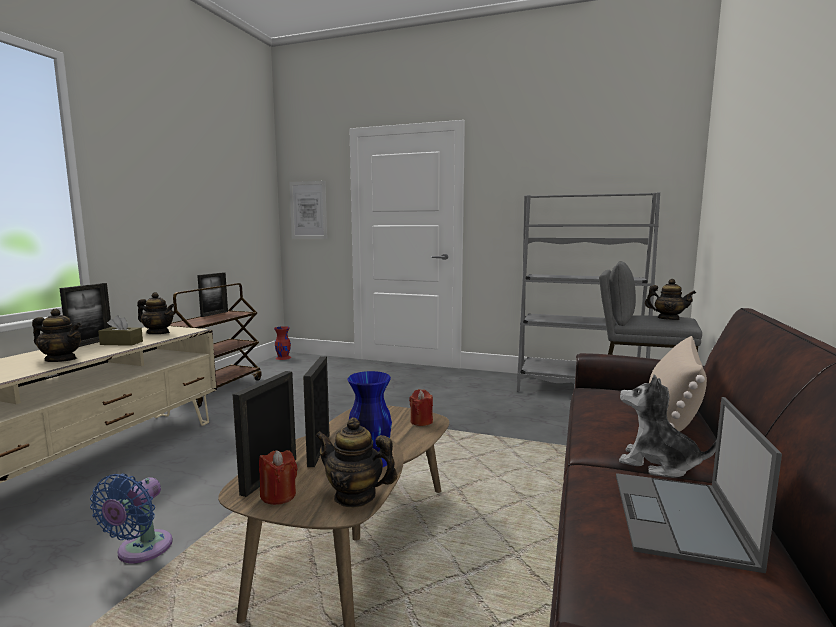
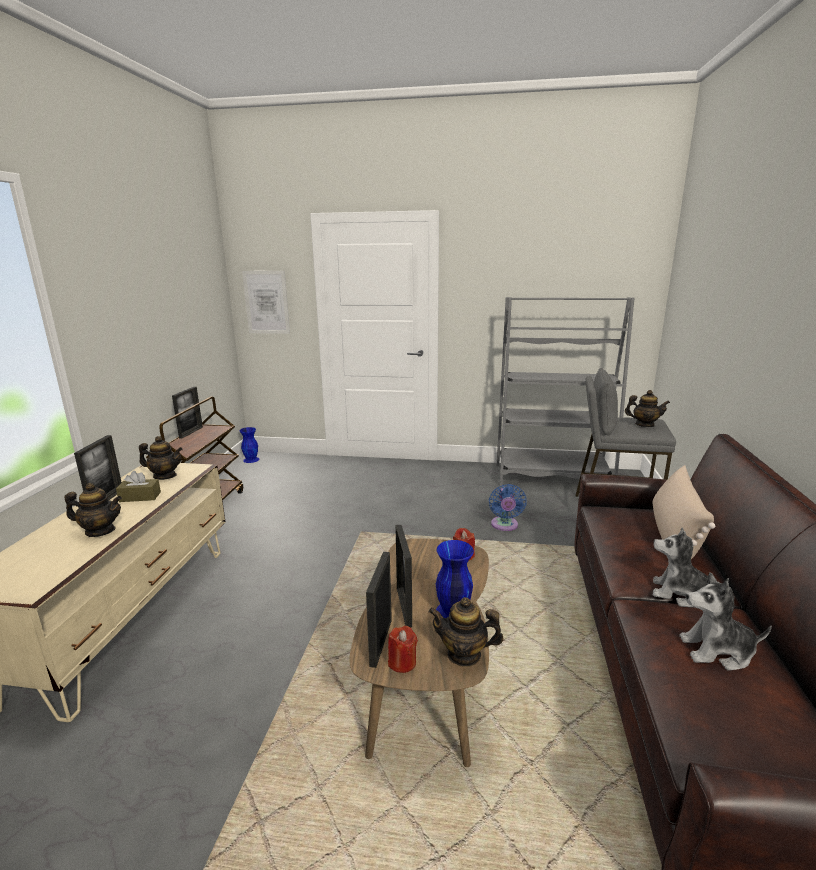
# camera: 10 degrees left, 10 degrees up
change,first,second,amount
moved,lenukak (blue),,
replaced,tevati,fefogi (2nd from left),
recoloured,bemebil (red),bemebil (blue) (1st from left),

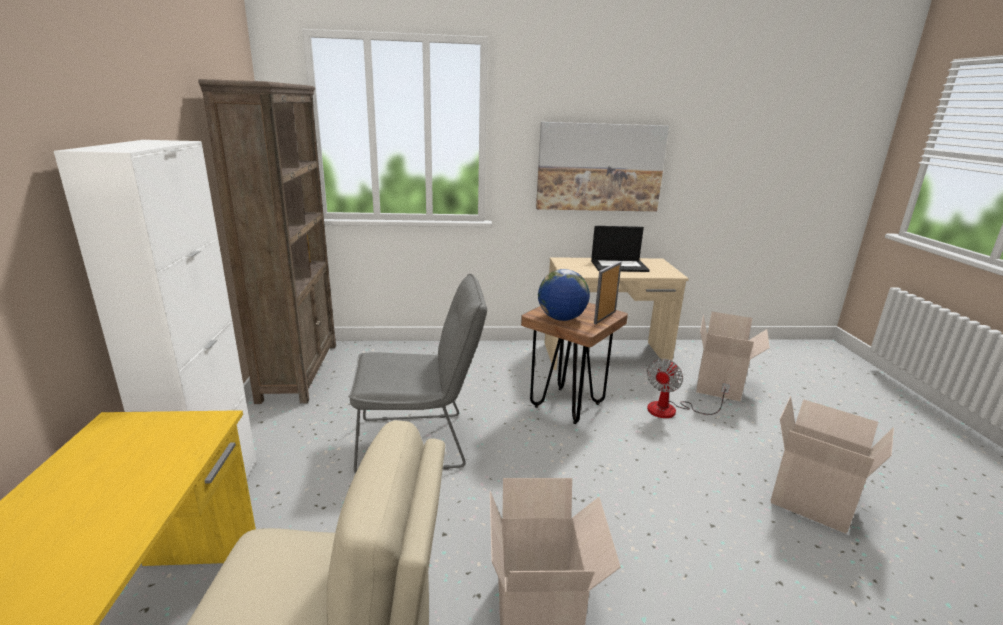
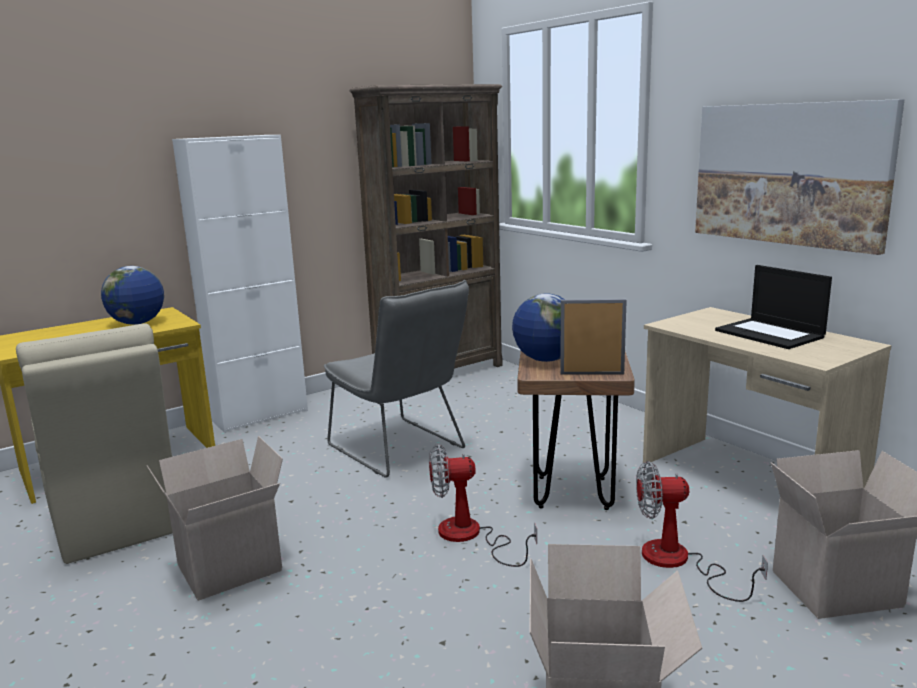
# camera: 60 degrees right, 5 degrees down
change,first,second,amount
added,,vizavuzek (1st from left),
added,,lenukak (1st from left),

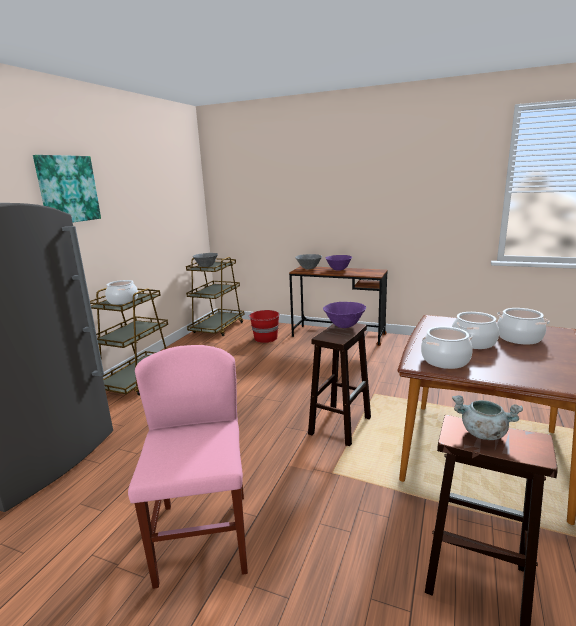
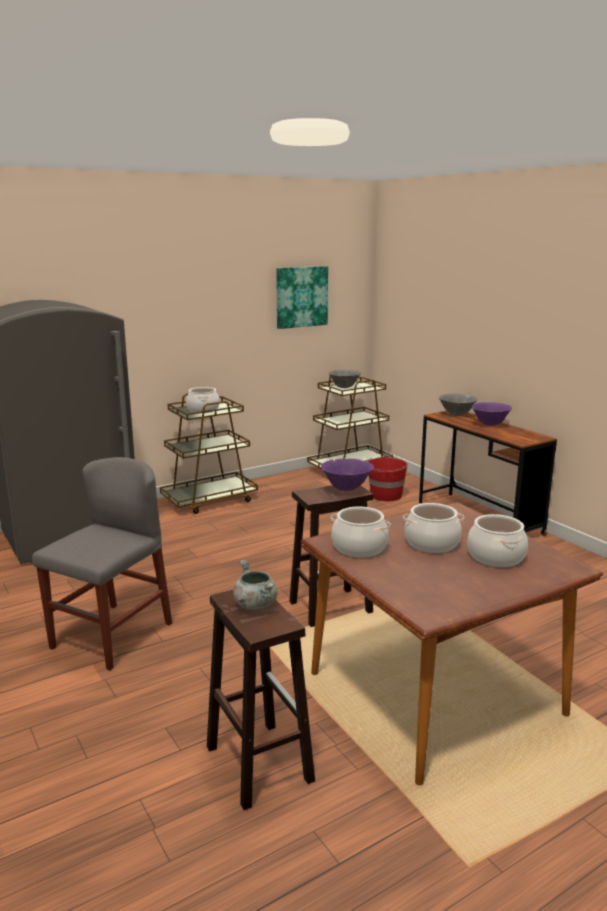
# camera: 35 degrees right, 0 degrees up
change,first,second,amount
moved,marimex,,
recoloured,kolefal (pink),kolefal (grey),

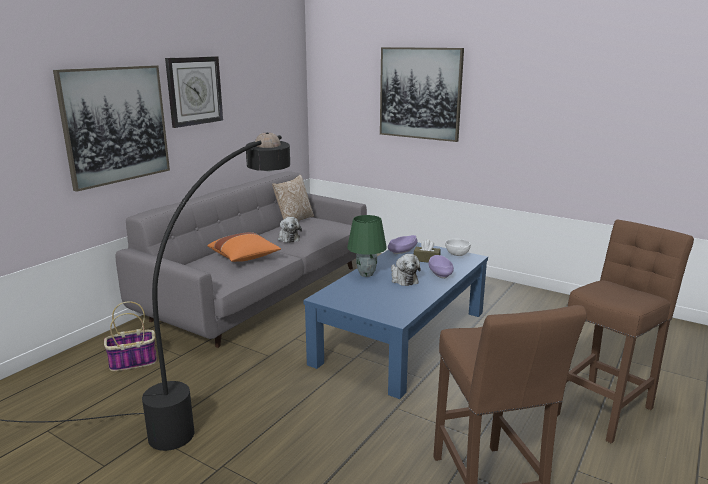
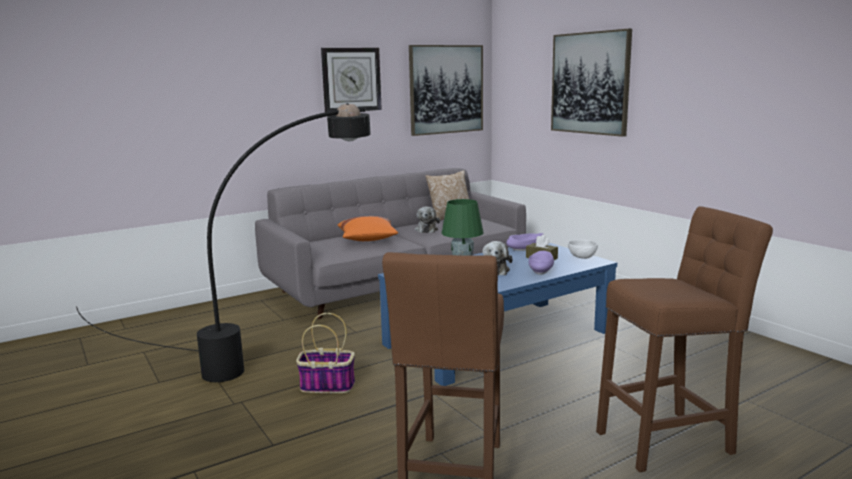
# camera: 25 degrees right, 5 degrees down
change,first,second,amount
moved,marimex (1st from left),,
moved,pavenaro,,

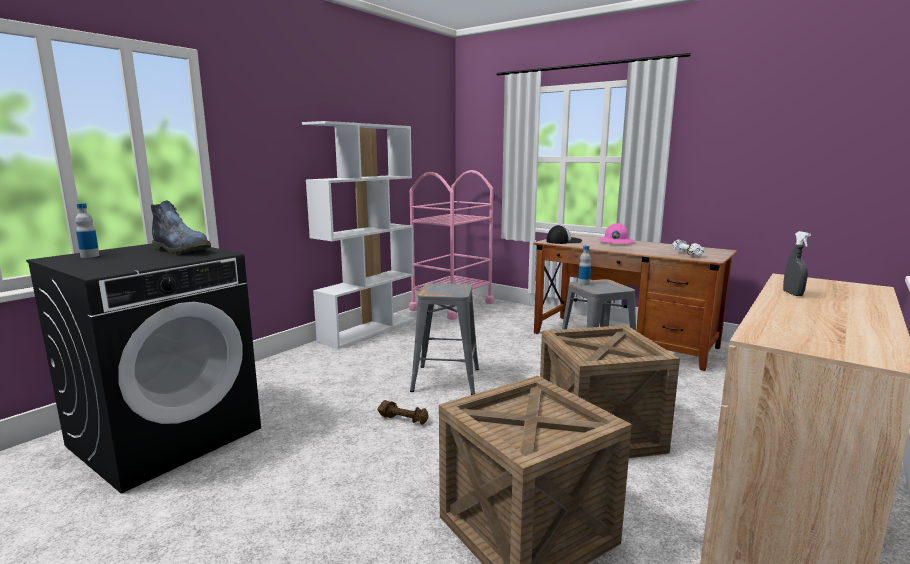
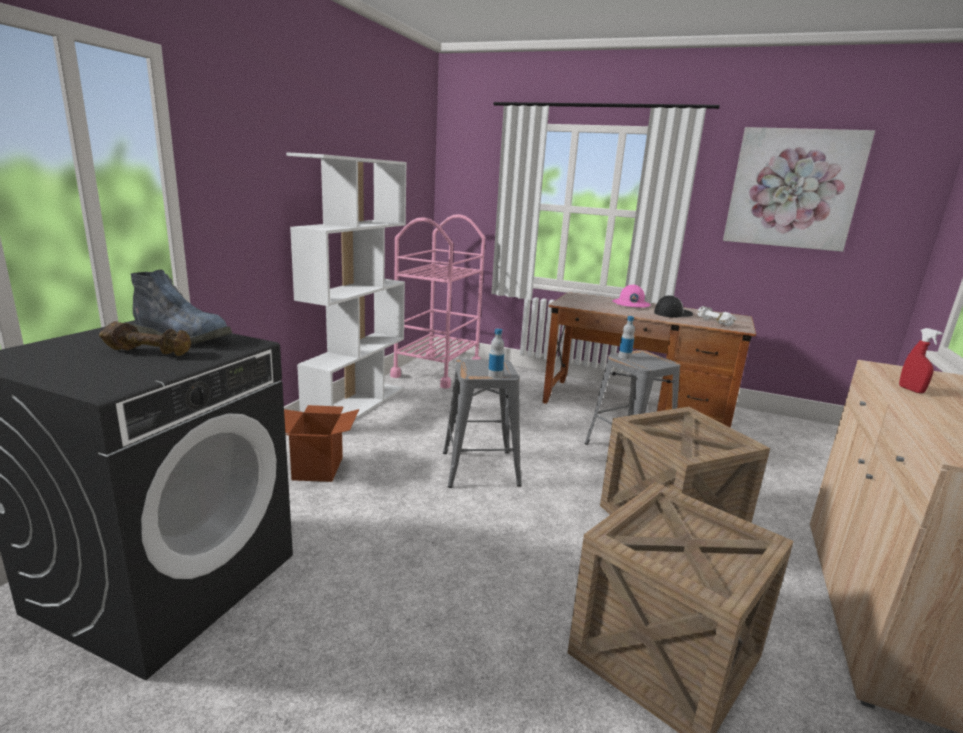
# camera: 15 degrees left, 5 degrees up
change,first,second,amount
added,,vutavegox,
added,,marimex,
moved,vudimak (1st from left),,
moved,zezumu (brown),,
moved,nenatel,,
recoloured,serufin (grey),serufin (red),

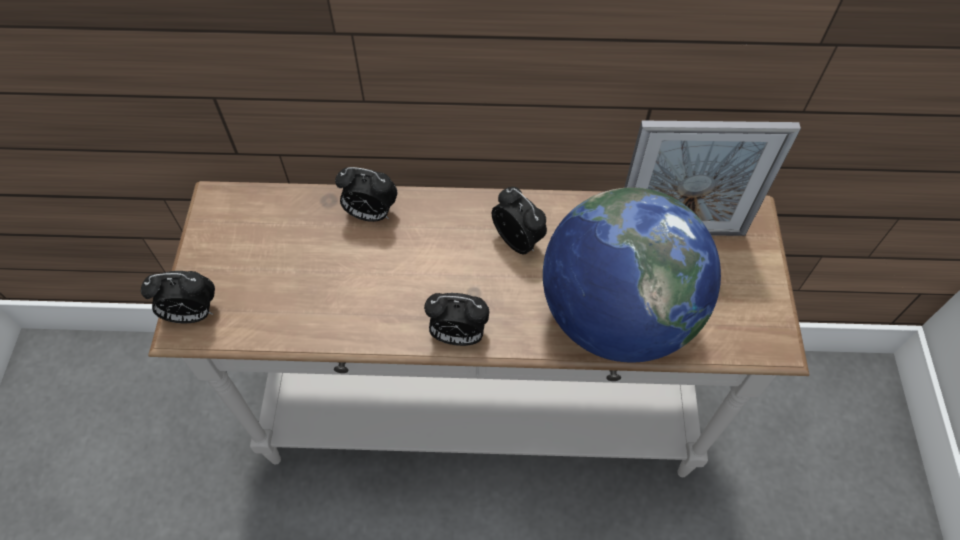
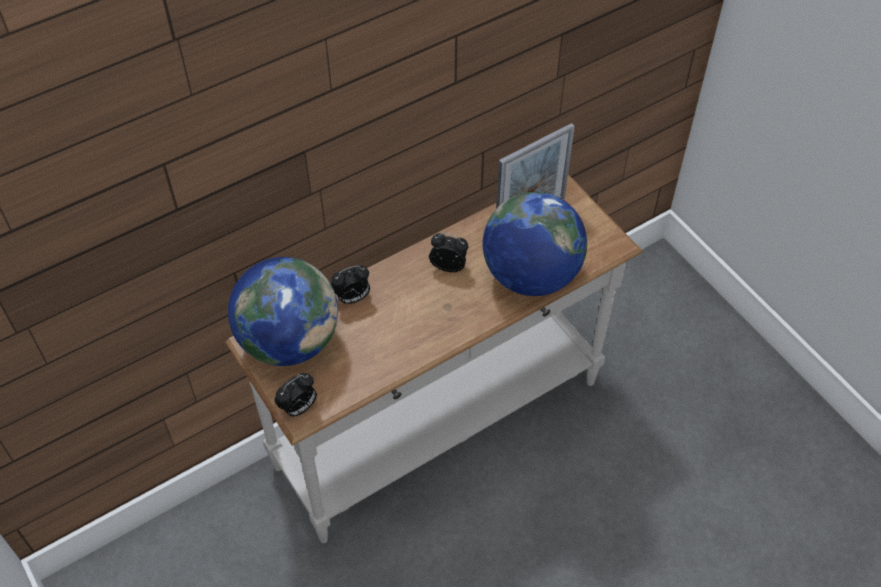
# camera: 35 degrees left, 5 degrees down
change,first,second,amount
removed,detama (3rd from left),,
added,,vizavuzek (1st from left),

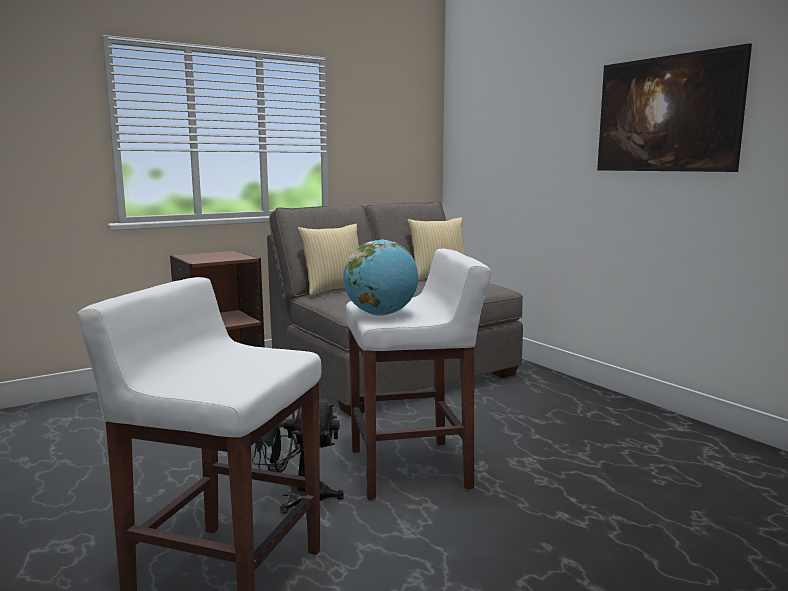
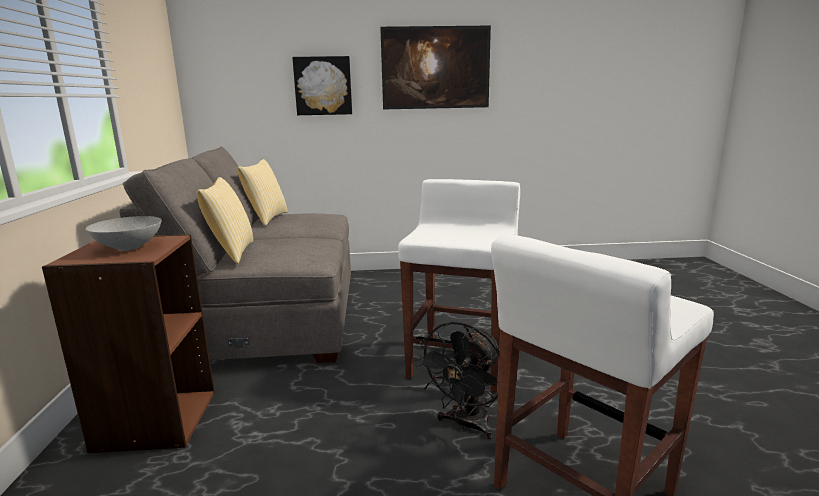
# camera: 60 degrees left, 5 degrees up
change,first,second,amount
removed,vizavuzek,,
added,,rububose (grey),
added,,marimex (1st from left),

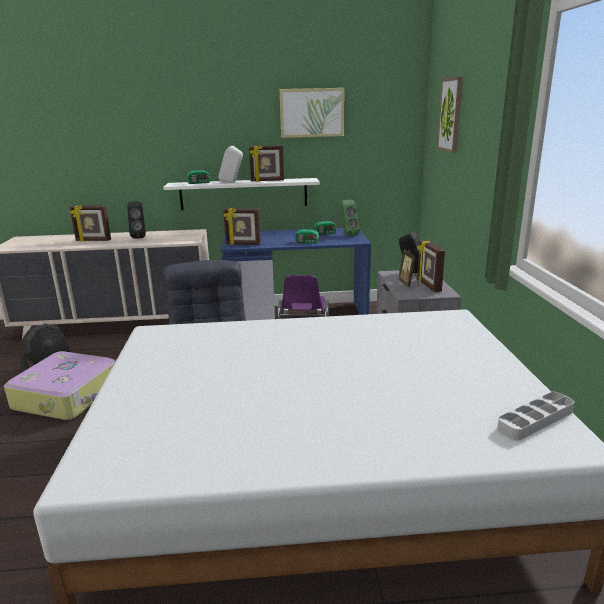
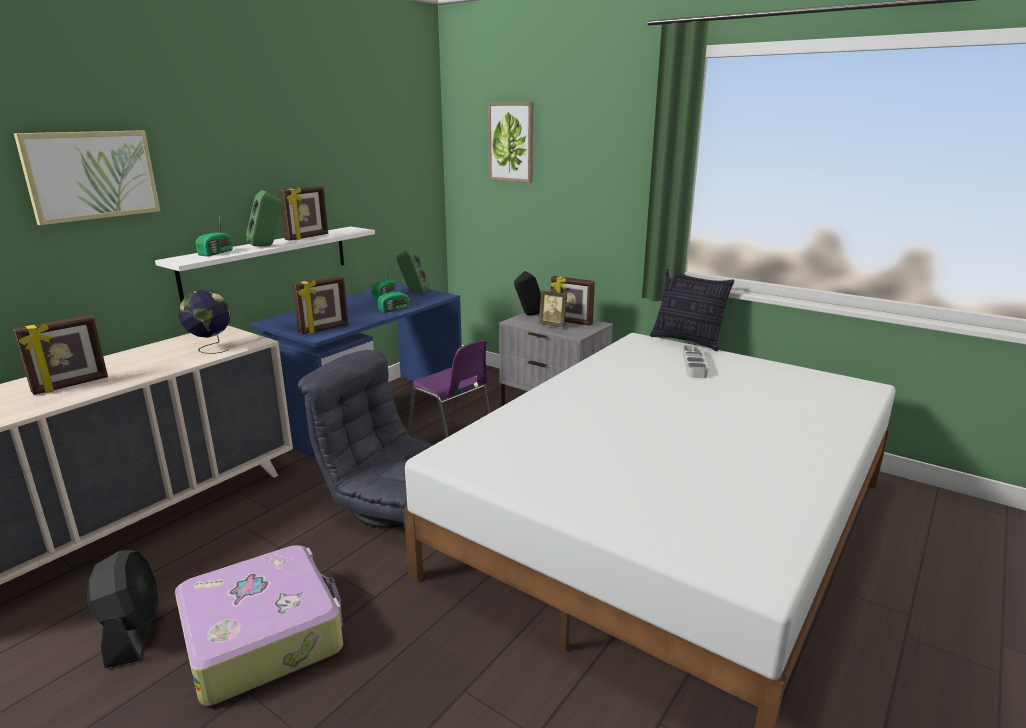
# camera: 50 degrees left, 0 degrees up
change,first,second,amount
removed,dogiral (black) (1st from left),,
added,,vizavuzek,
added,,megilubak,
moved,marimex (1st from left),,
moved,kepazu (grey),,
recoloured,dogiral (white),dogiral (green) (1st from left),

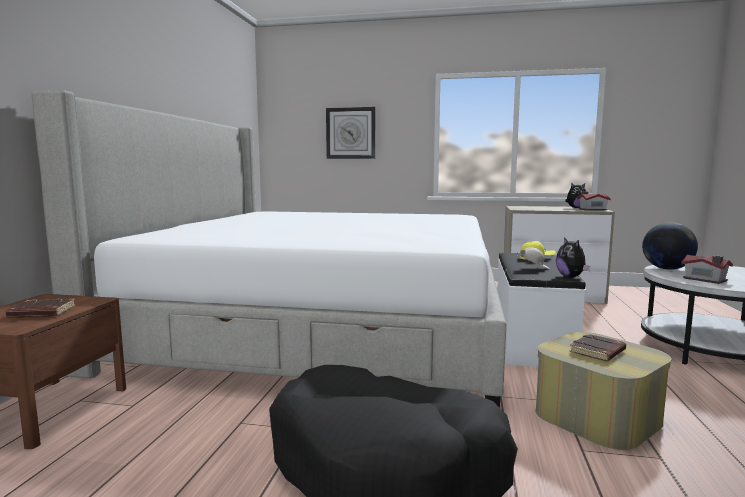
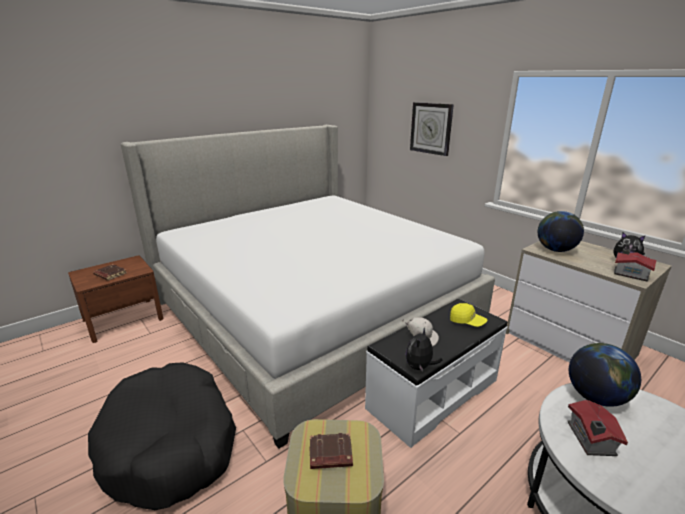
# camera: 40 degrees right, 15 degrees up
change,first,second,amount
added,,vizavuzek (1st from left),

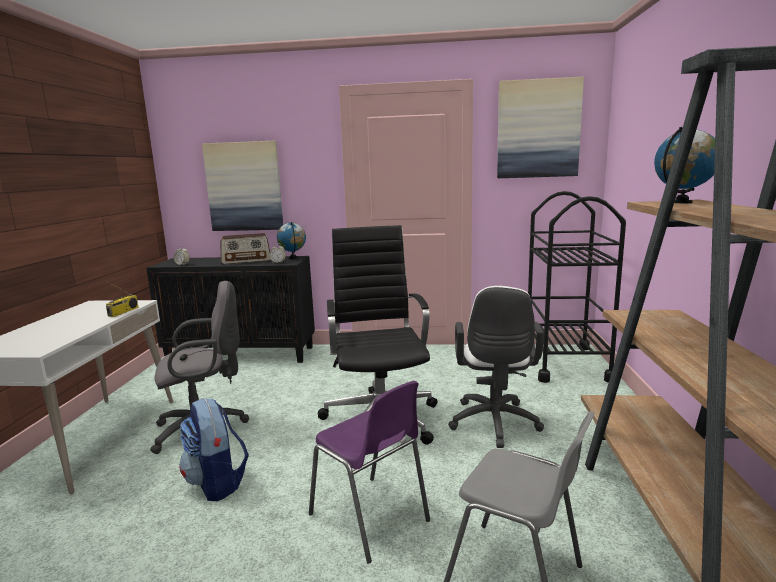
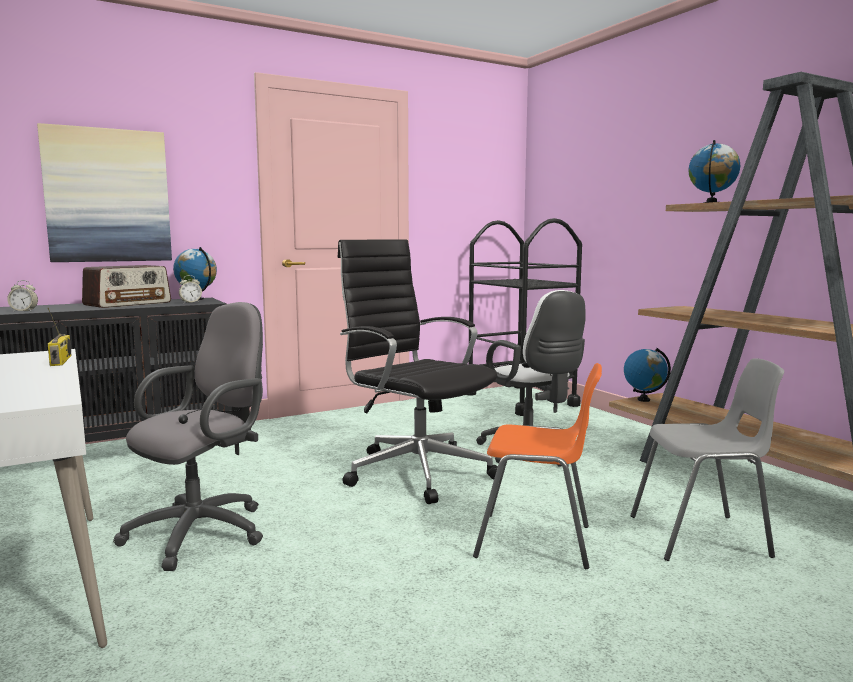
# camera: 35 degrees left, 5 degrees down
change,first,second,amount
removed,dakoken,,
removed,marimex (2nd from left),,
added,,vizavuzek (2nd from left),
recoloured,kolefal (purple),kolefal (orange),

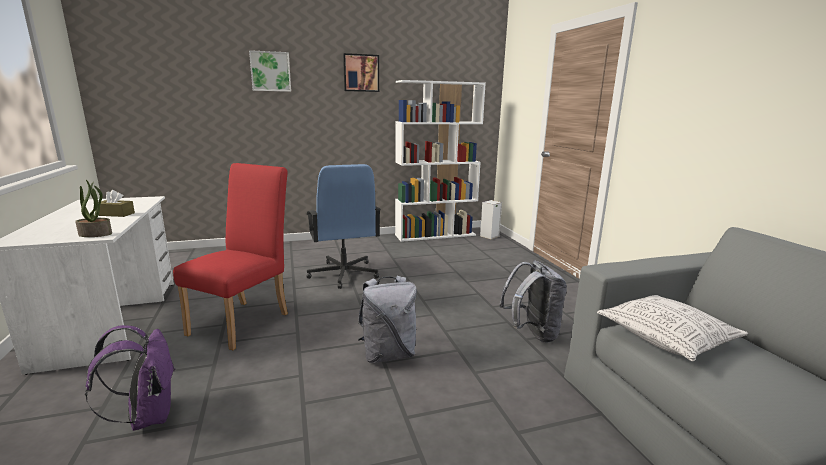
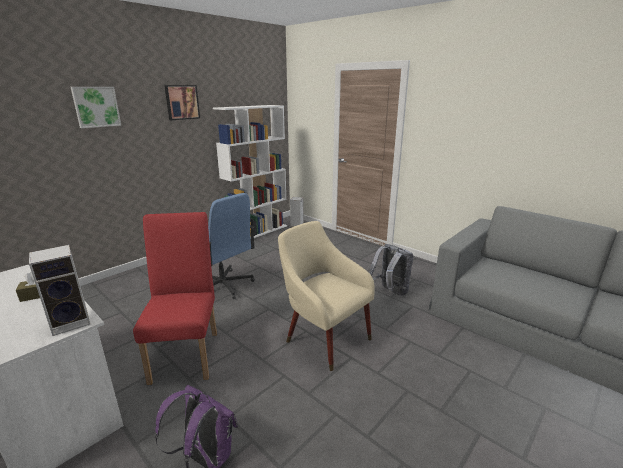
# camera: 30 degrees left, 5 degrees up
change,first,second,amount
removed,megilubak,,
replaced,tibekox,dogiral (1st from left),
replaced,dakoken (grey) (1st from left),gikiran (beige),

